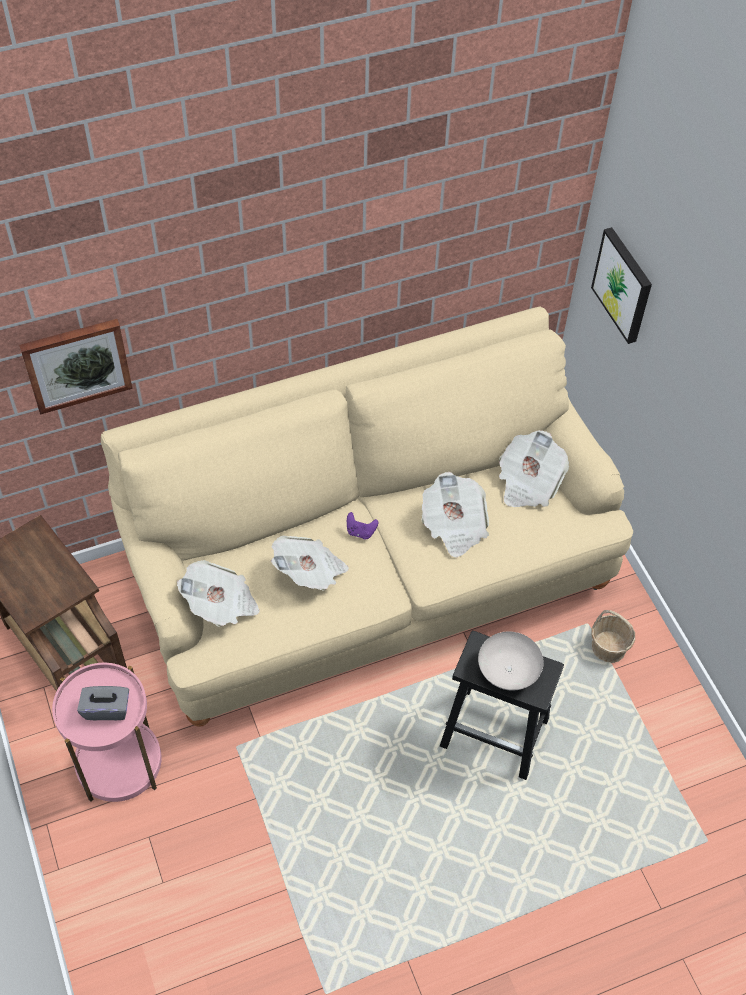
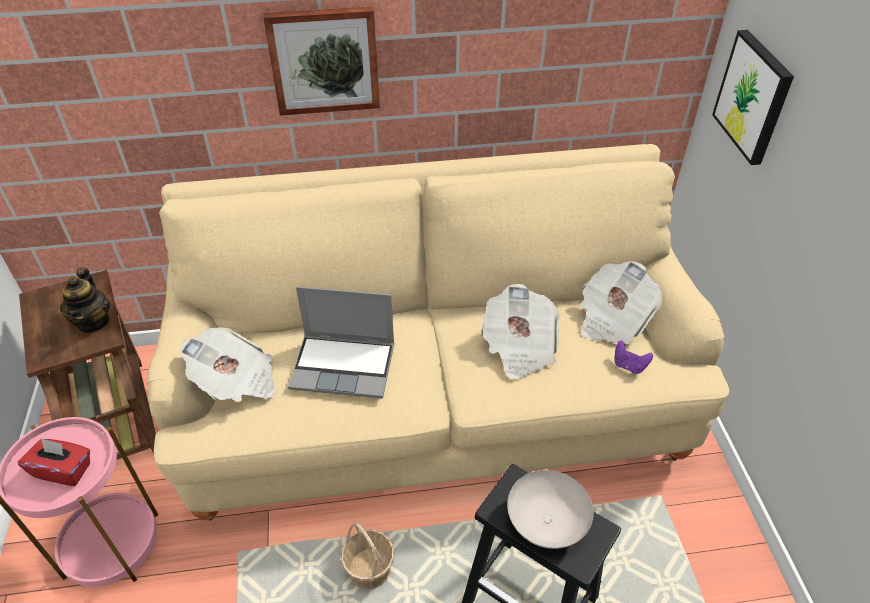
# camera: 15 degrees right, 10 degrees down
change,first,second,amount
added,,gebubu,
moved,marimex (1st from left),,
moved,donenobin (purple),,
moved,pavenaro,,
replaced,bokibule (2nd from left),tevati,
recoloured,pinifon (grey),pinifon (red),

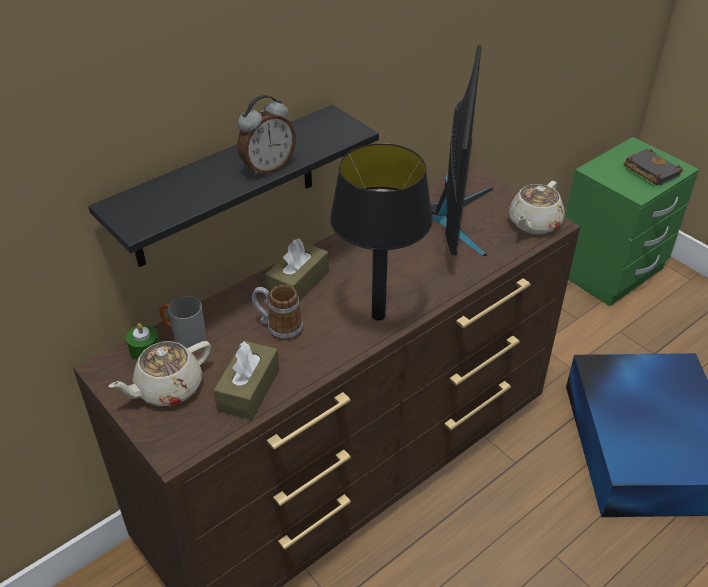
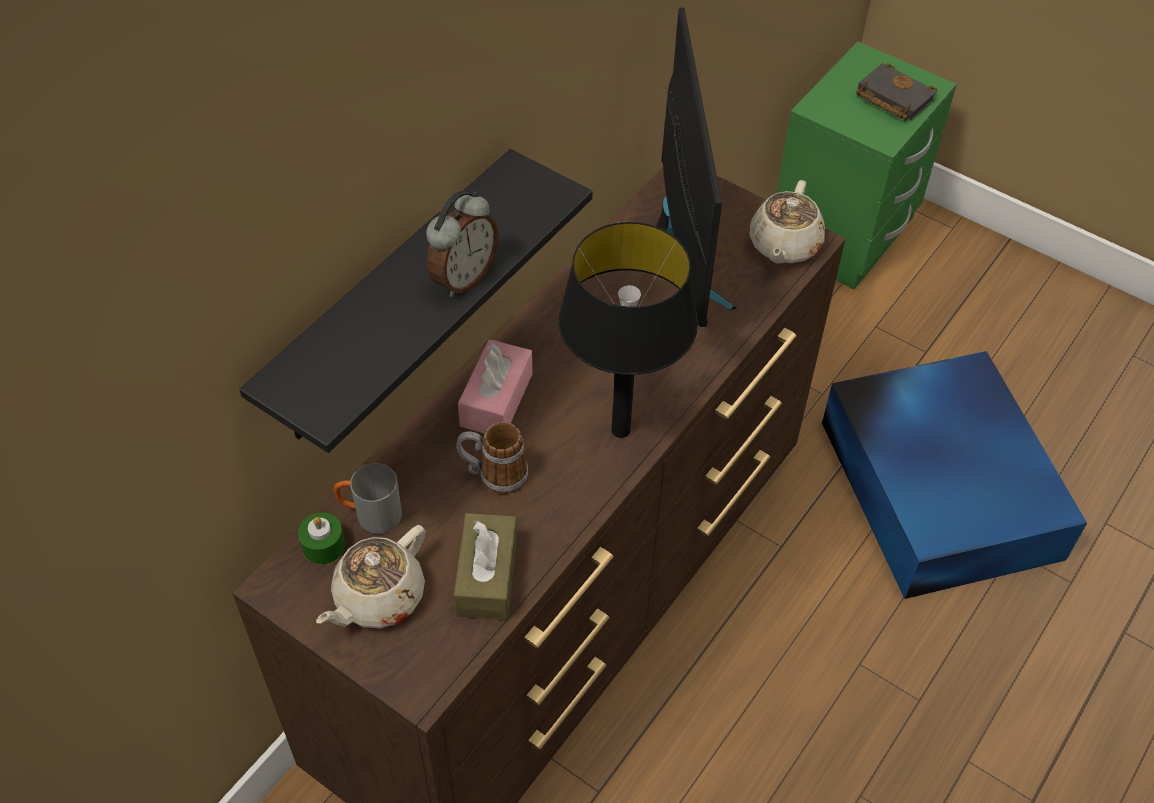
# camera: 15 degrees left, 10 degrees up
change,first,second,amount
recoloured,pinifon (brown) (2nd from left),pinifon (pink),

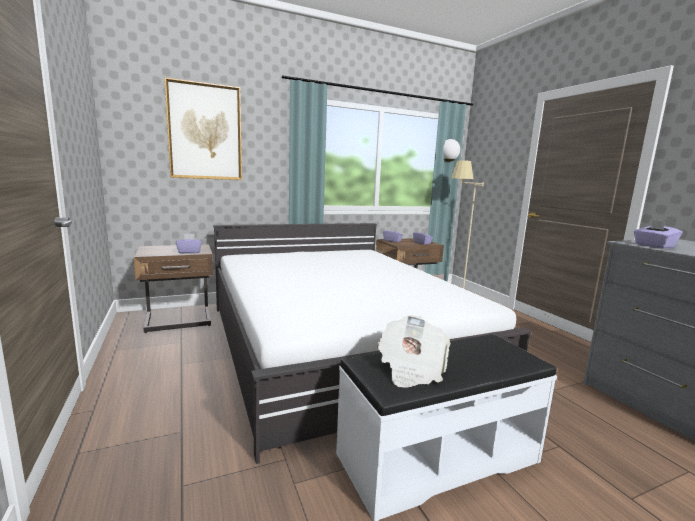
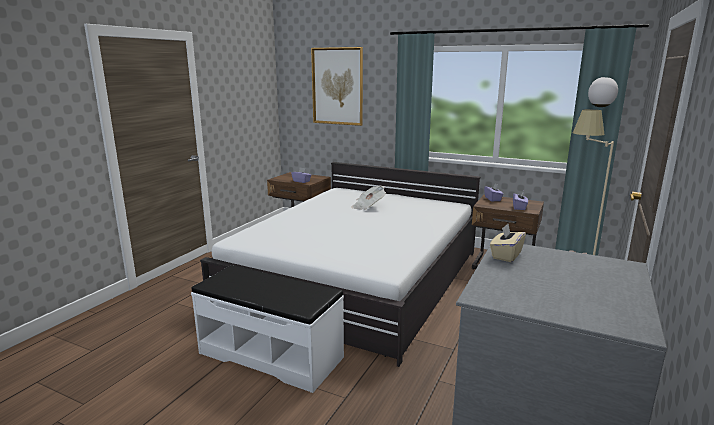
# camera: 50 degrees right, 5 degrees up
change,first,second,amount
moved,bokibule,,
recoloured,pinifon (purple) (4th from left),pinifon (beige),

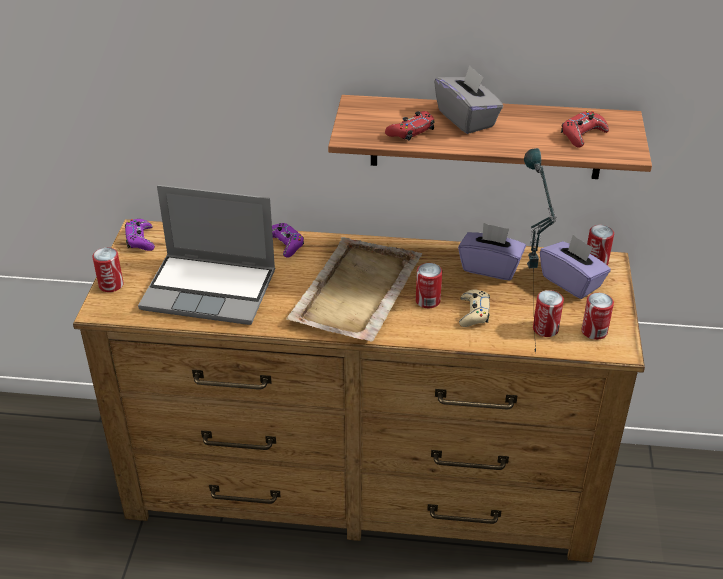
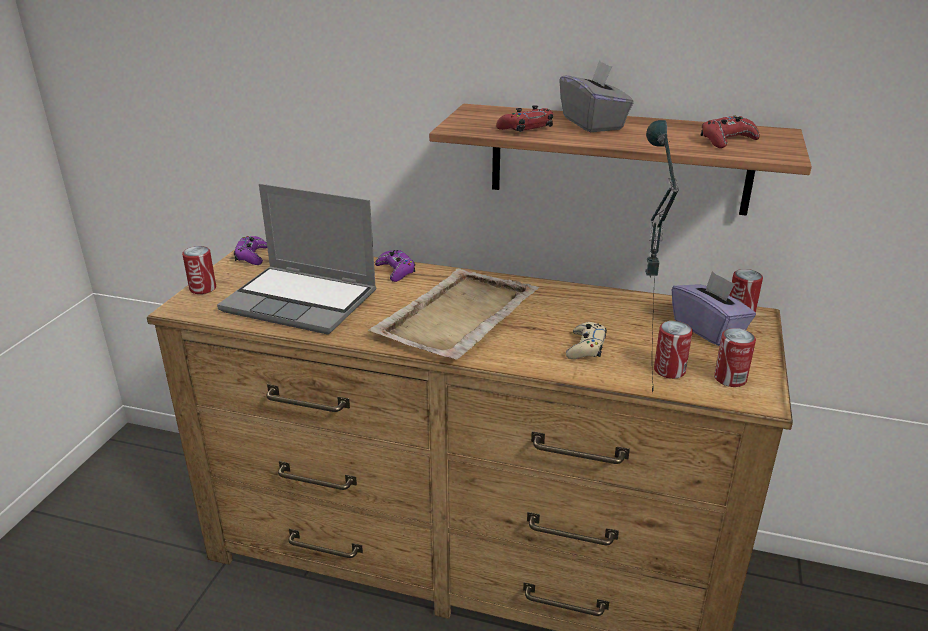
# camera: 10 degrees right, 10 degrees down
change,first,second,amount
removed,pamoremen (2nd from left),,
removed,pinifon (purple) (1st from left),,

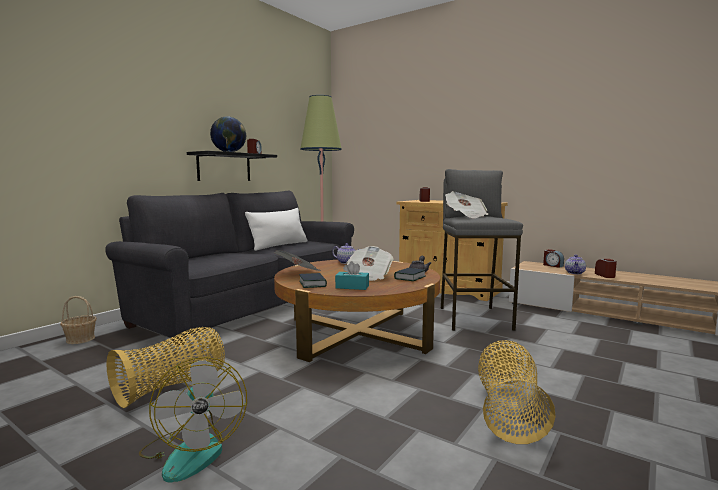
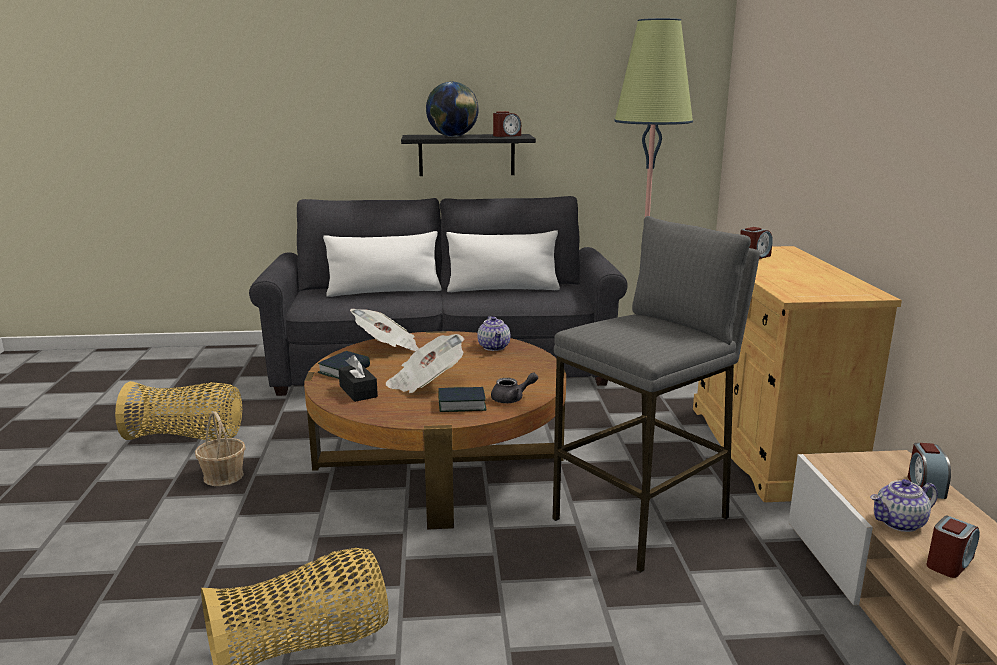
# camera: 50 degrees right, 10 degrees up
change,first,second,amount
removed,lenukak,,
removed,bokibule (3rd from left),,
added,,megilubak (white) (1st from left),
moved,pavenaro (1st from left in the first image),pavenaro (2nd from left),
recoloured,pinifon (turquoise),pinifon (black),

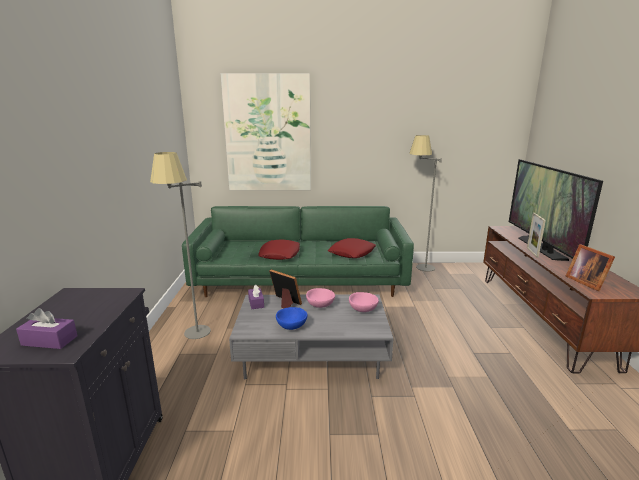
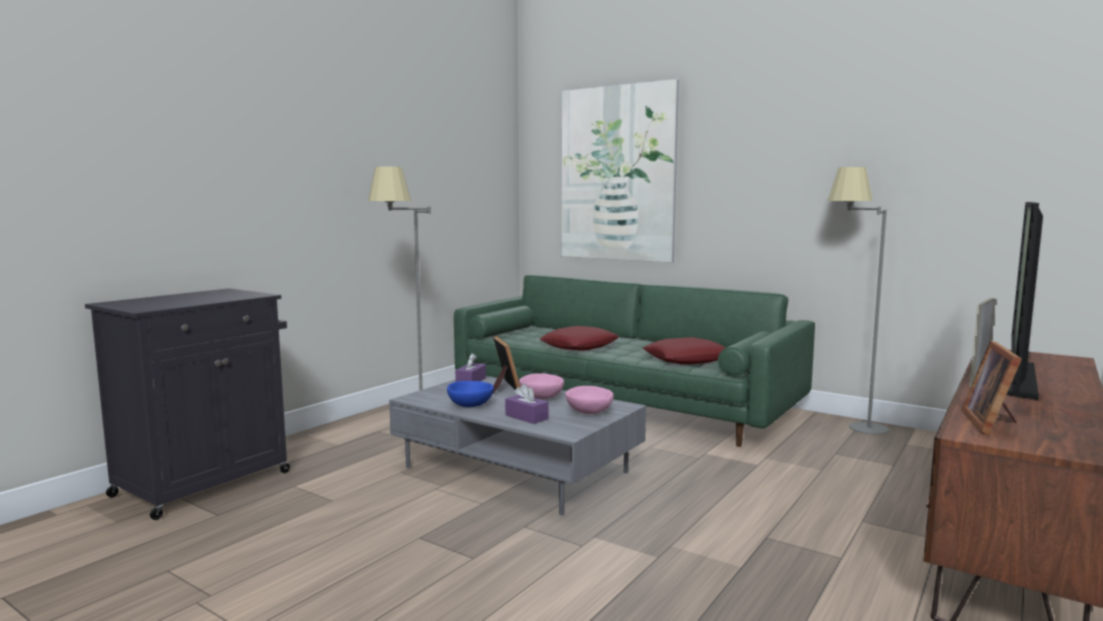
# camera: 35 degrees right, 10 degrees down
change,first,second,amount
moved,pinifon (purple) (1st from left in the first image),pinifon (purple) (2nd from left),

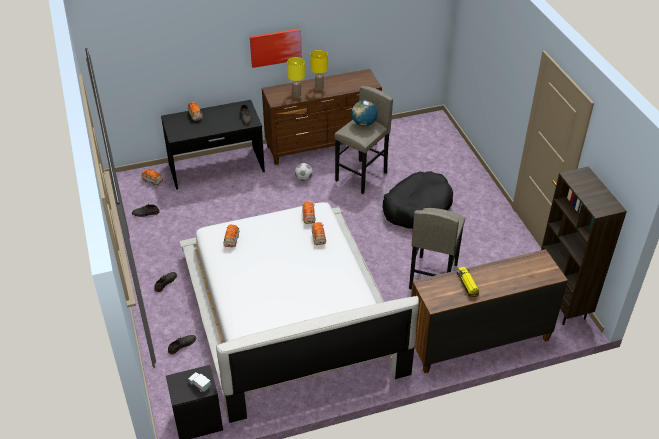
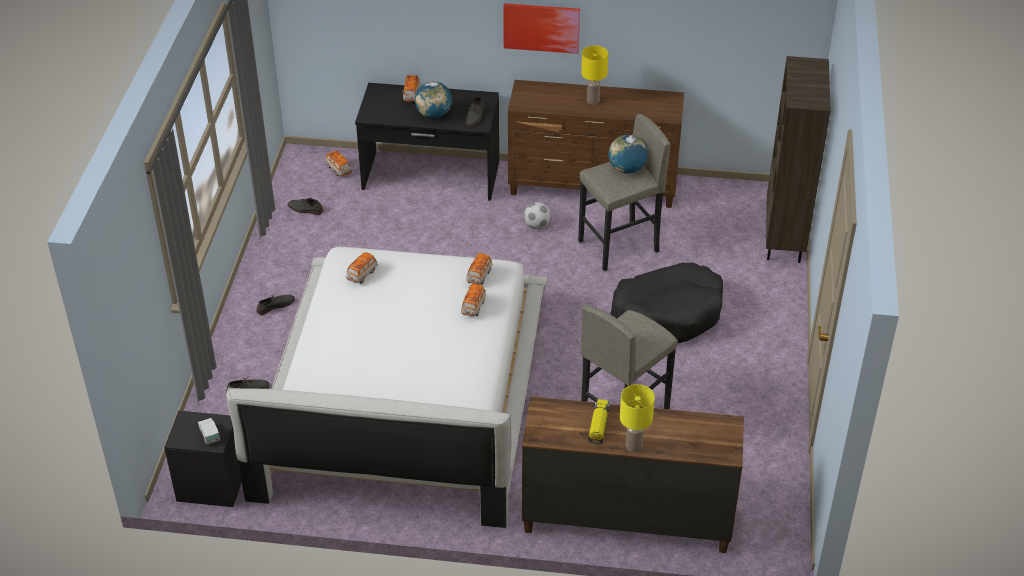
# camera: 25 degrees right, 0 degrees up
change,first,second,amount
added,,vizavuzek (1st from left),
moved,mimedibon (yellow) (1st from left in the first image),mimedibon (yellow) (2nd from left),
moved,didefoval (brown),,

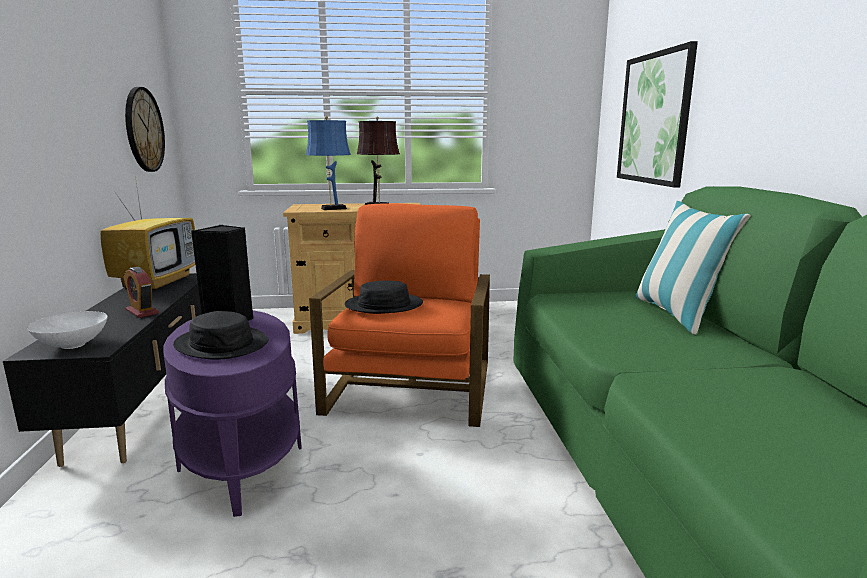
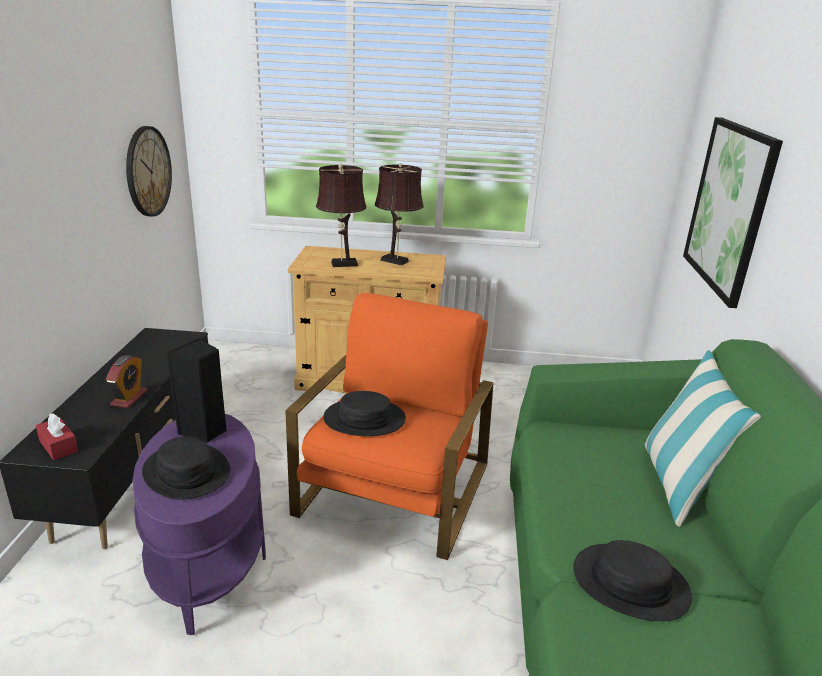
# camera: 10 degrees right, 10 degrees up
change,first,second,amount
removed,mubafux,,
added,,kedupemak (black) (3rd from left),
replaced,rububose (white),pinifon (red),
recoloured,mimedibon (blue),mimedibon (brown) (1st from left),
turned,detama,,135 degrees counterclockwise

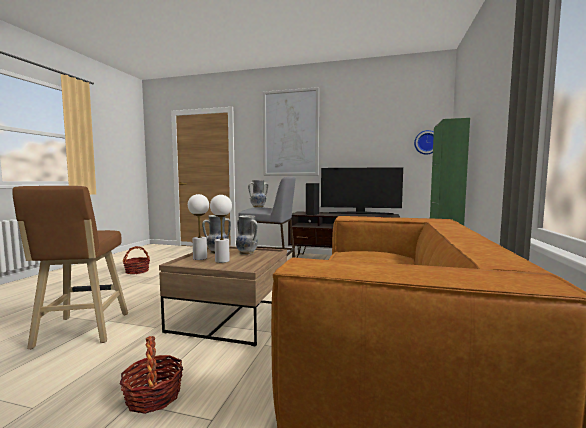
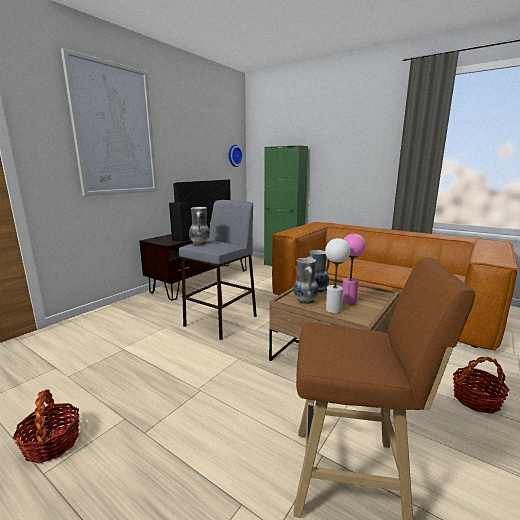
# camera: 70 degrees left, 10 degrees up
change,first,second,amount
recoloured,mimedibon (white) (2nd from left),mimedibon (pink),

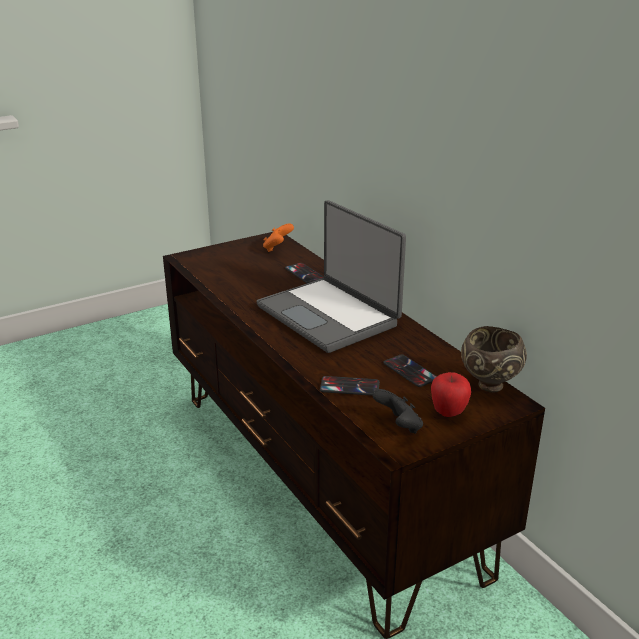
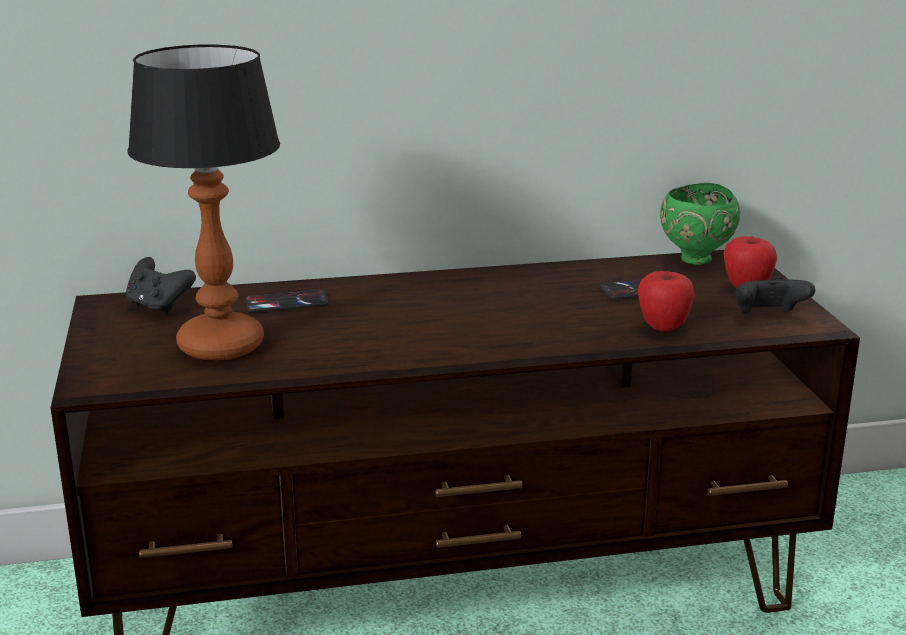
# camera: 70 degrees left, 5 degrees down
change,first,second,amount
removed,tevati,,
added,,mimedibon,
replaced,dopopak (2nd from left),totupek (1st from left),
recoloured,donenobin (orange),donenobin (black) (1st from left),
recoloured,rububose (brown),rububose (green),

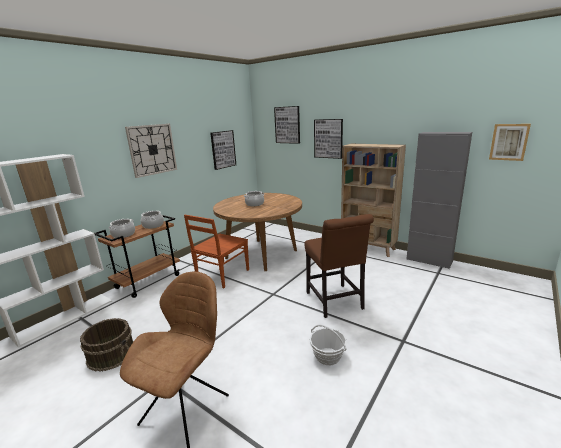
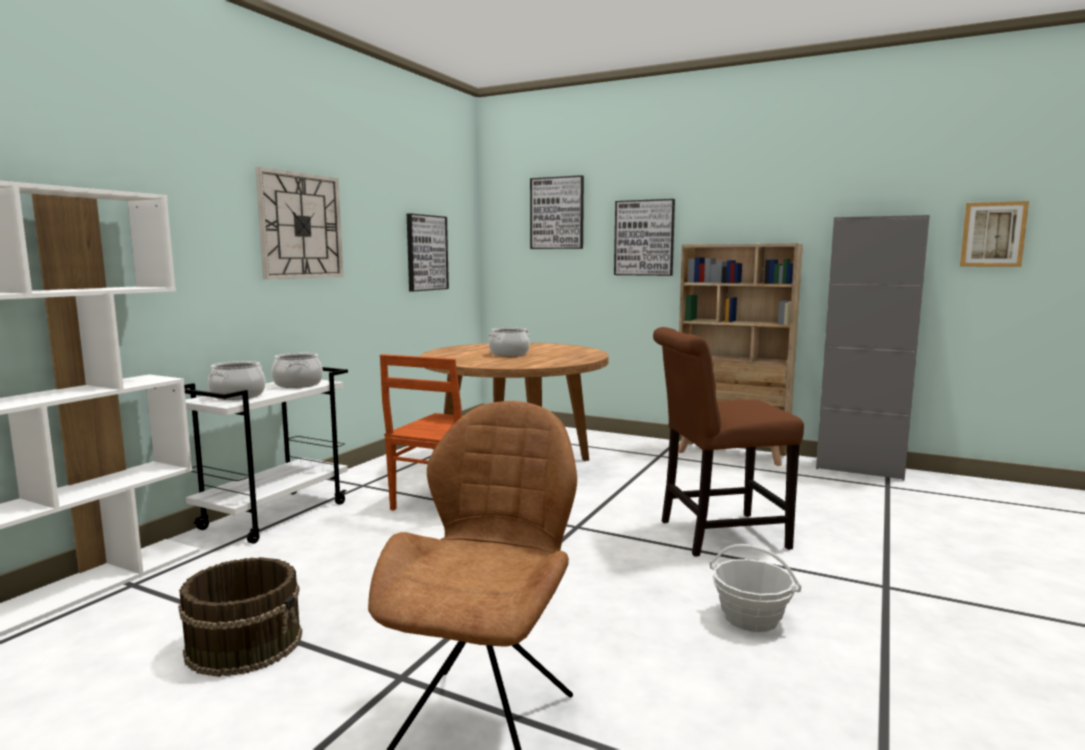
# camera: 10 degrees left, 10 degrees down
change,first,second,amount
recoloured,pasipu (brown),pasipu (white),
turned,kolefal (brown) (3rd from left),,105 degrees clockwise

